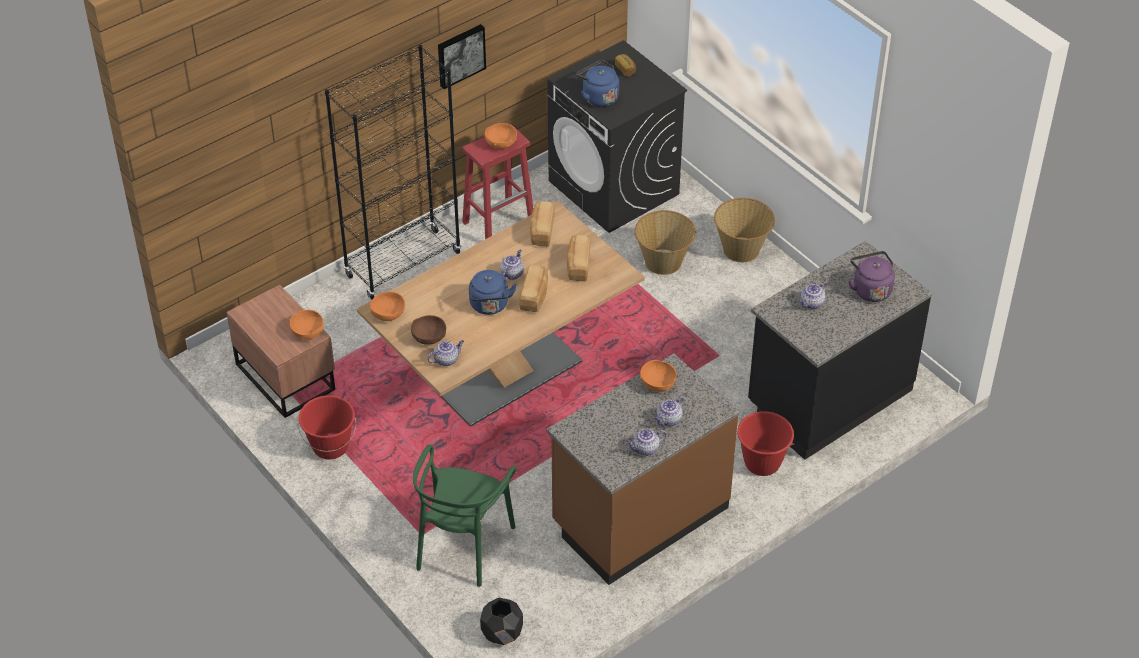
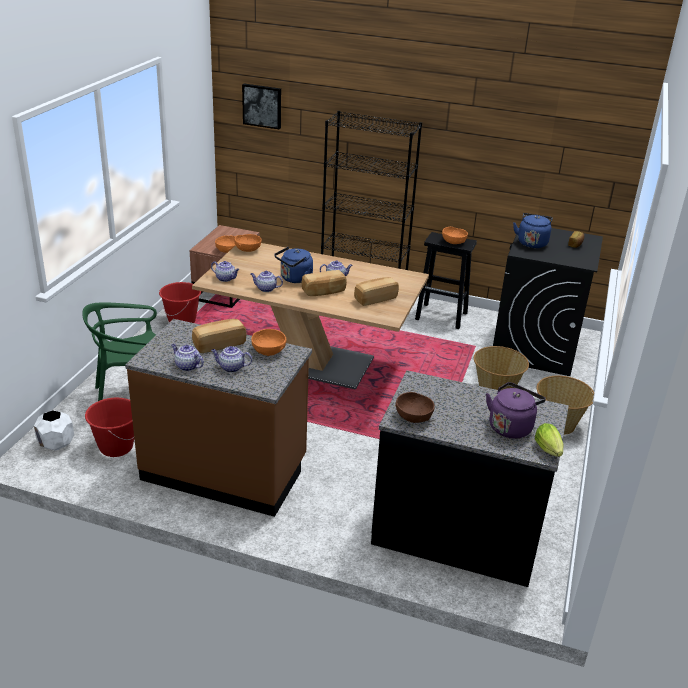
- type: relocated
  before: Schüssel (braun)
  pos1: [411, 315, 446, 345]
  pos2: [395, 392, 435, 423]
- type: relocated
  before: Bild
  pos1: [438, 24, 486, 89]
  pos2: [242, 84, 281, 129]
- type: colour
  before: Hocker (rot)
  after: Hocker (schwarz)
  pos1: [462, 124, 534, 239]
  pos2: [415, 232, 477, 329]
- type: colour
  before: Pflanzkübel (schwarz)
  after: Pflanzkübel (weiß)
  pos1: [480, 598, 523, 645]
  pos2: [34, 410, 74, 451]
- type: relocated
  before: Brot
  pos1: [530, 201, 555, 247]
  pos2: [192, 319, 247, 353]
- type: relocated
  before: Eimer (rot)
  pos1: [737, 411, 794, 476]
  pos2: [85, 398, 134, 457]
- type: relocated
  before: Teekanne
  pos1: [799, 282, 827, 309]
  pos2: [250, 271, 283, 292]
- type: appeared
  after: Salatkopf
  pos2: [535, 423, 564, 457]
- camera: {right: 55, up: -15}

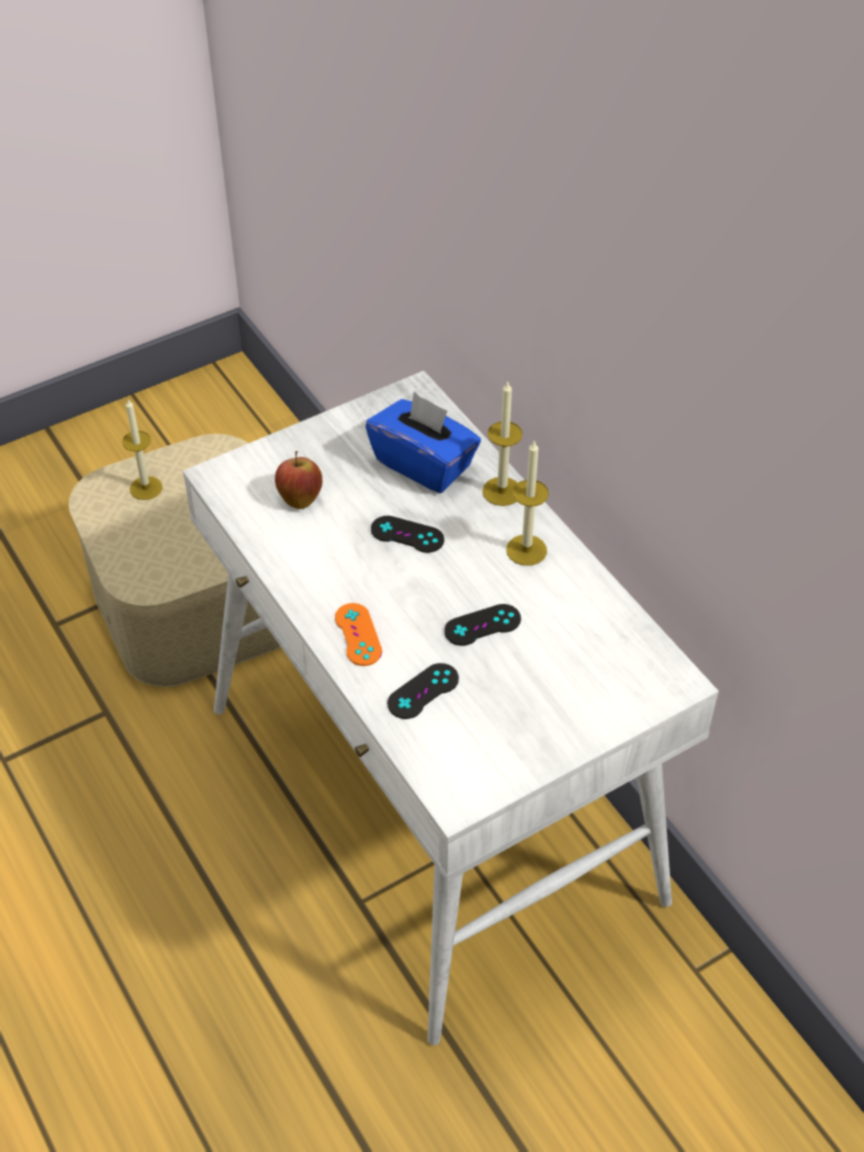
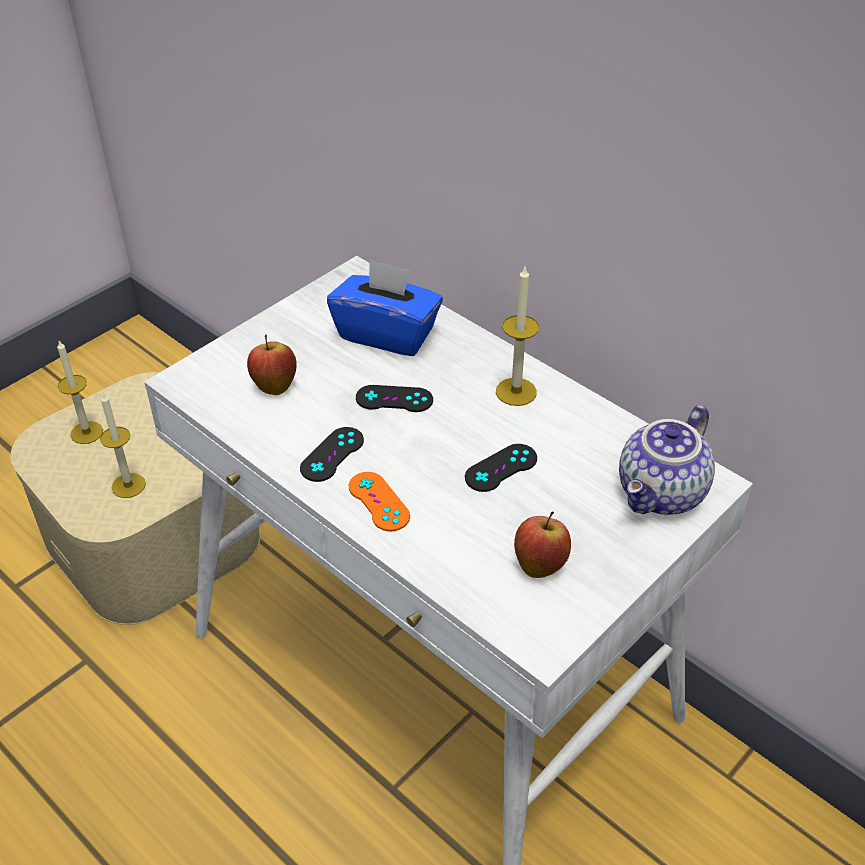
- type: relocated
  before: Gamepad (schwarz)
  pos1: [387, 663, 459, 719]
  pos2: [300, 427, 364, 482]
- type: relocated
  before: Kerze
  pos1: [482, 381, 523, 506]
  pos2: [100, 393, 146, 498]
- type: appeared
  after: Apfel
  pos2: [514, 512, 571, 578]
- type: appeared
  after: Teekanne
  pos2: [619, 405, 715, 515]
- camera: {right: -15, up: -5}

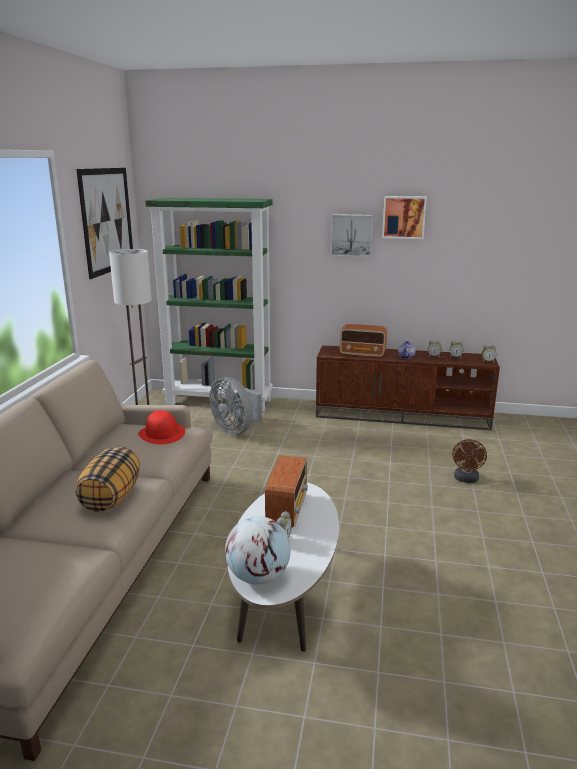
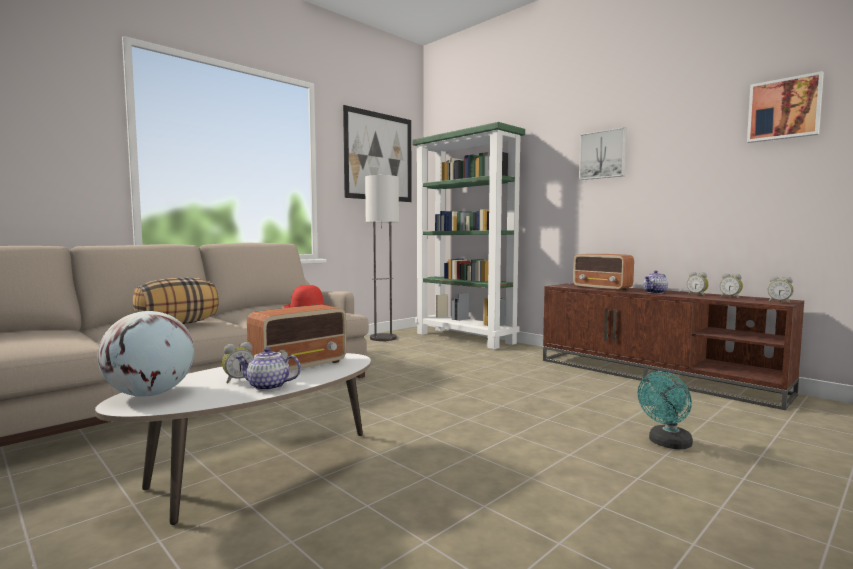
- type: missing
  before: Ventilator (grau)
  pos1: [210, 377, 262, 435]
- type: relocated
  before: Bild
  pos1: [382, 196, 427, 239]
  pos2: [747, 71, 824, 143]
- type: colour
  before: Ventilator (braun)
  after: Ventilator (türkis)
  pos1: [452, 439, 487, 483]
  pos2: [638, 371, 693, 449]
- type: appeared
  after: Teekanne
  pos2: [235, 347, 301, 391]
- camera: {right: 35, up: -15}

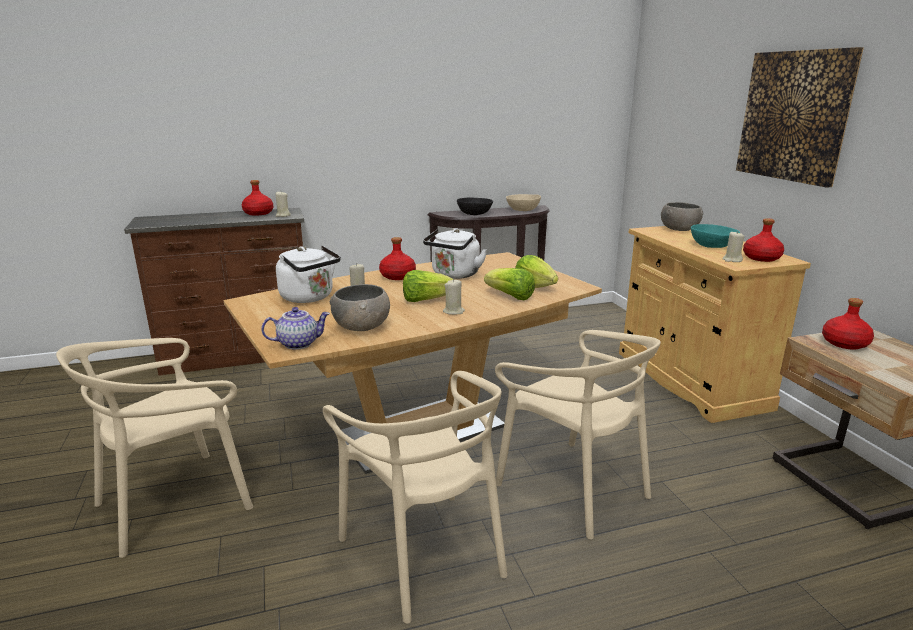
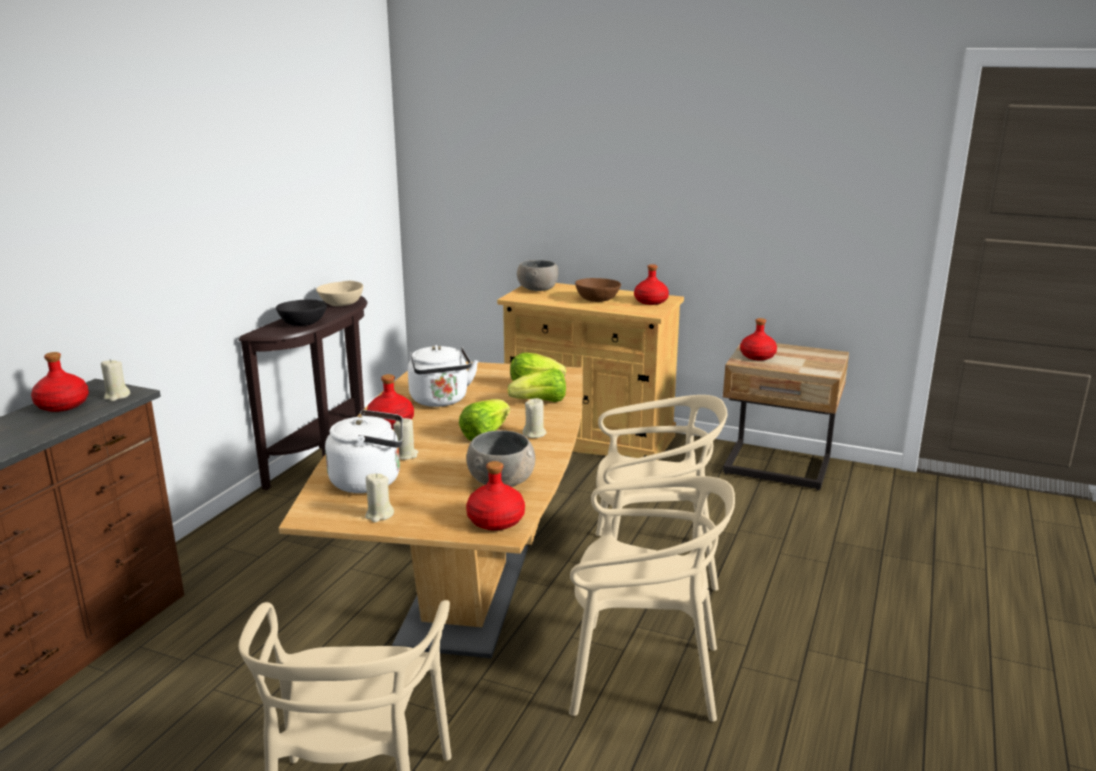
- type: exchanged
  before: Teekanne
  after: Flasche (rot)
  pos1: [261, 307, 330, 350]
  pos2: [466, 461, 525, 531]
- type: colour
  before: Schüssel (türkis)
  after: Schüssel (braun)
  pos1: [691, 224, 740, 248]
  pos2: [575, 278, 621, 302]
- type: relocated
  before: Kerze (beige)
  pos1: [722, 231, 745, 262]
  pos2: [365, 473, 394, 522]
- type: missing
  before: Bild
  pos1: [736, 47, 864, 188]
- camera: {right: -50, up: 0}

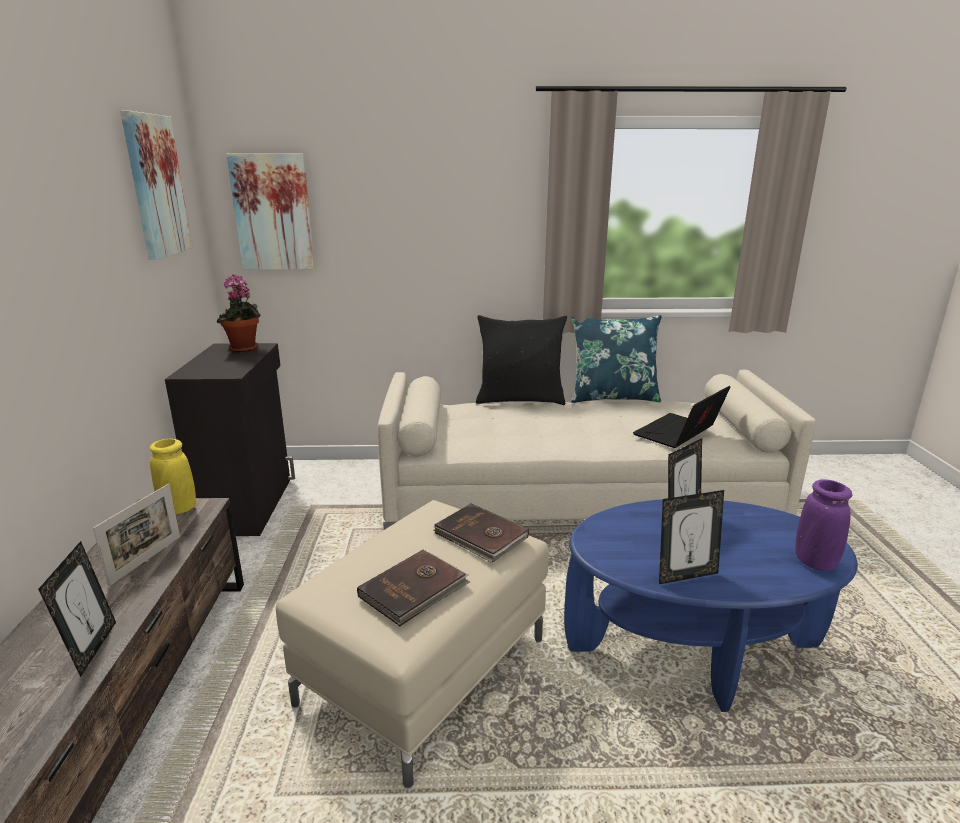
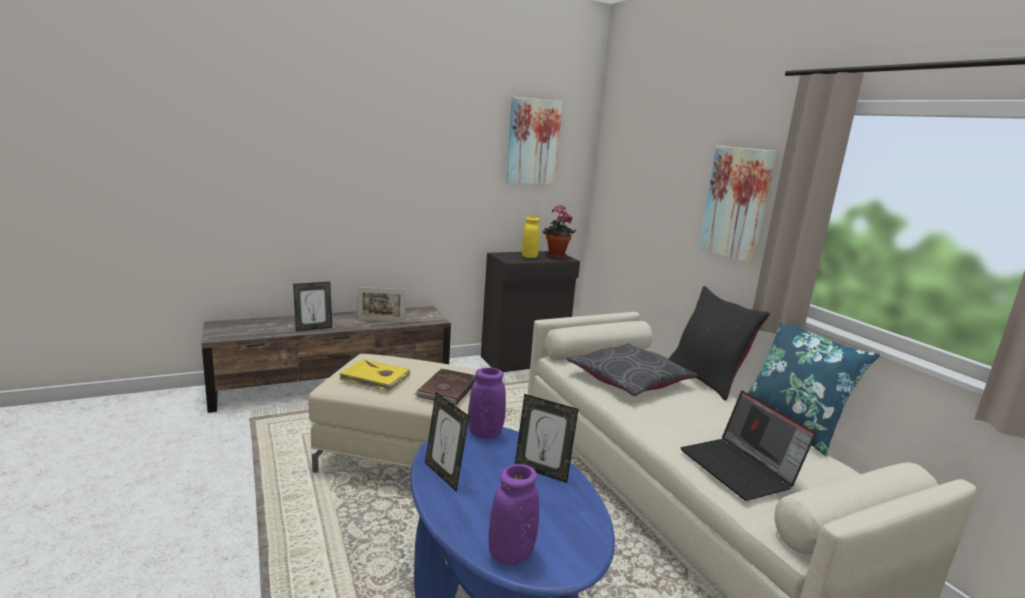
- type: relocated
  before: Vase (gelb)
  pos1: [150, 439, 196, 514]
  pos2: [522, 216, 540, 258]
- type: relocated
  before: Bild
  pos1: [227, 153, 315, 270]
  pos2: [699, 146, 777, 264]
- type: colour
  before: Buch (braun)
  after: Buch (gelb)
  pos1: [357, 549, 470, 626]
  pos2: [339, 359, 410, 391]
- type: spun
  before: Laptop
  pos1: [633, 386, 730, 448]
  pos2: [681, 391, 816, 501]
  turn: -135
- type: appeared
  after: Vase (lila)
  pos2: [468, 368, 506, 439]
- type: appeared
  after: Kissen (grau)
  pos2: [567, 343, 698, 396]
- camera: {right: 65, up: -5}

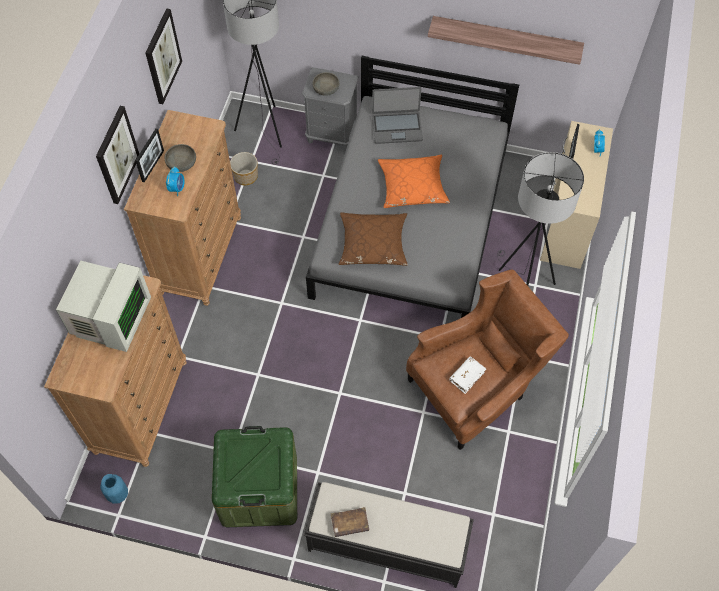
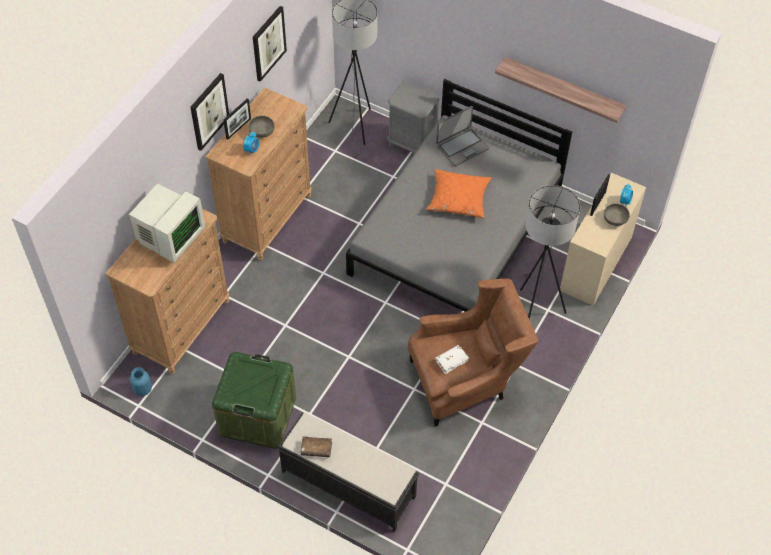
- type: missing
  before: Pflanzkübel
  pos1: [230, 152, 258, 185]
- type: relocated
  before: Schüssel (grau)
  pos1: [313, 72, 339, 96]
  pos2: [604, 203, 630, 226]
- type: missing
  before: Kissen (braun)
  pos1: [339, 212, 408, 266]
- type: spun
  before: Laptop
  pos1: [372, 87, 423, 144]
  pos2: [436, 106, 489, 166]
  turn: -45
- camera: {right: 15, up: -5}

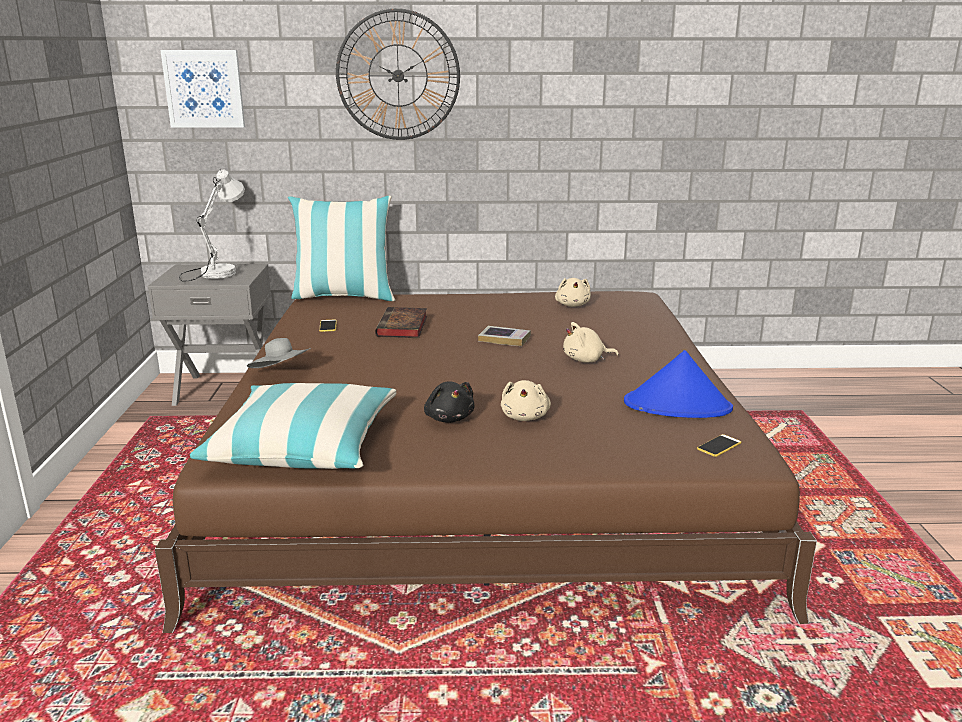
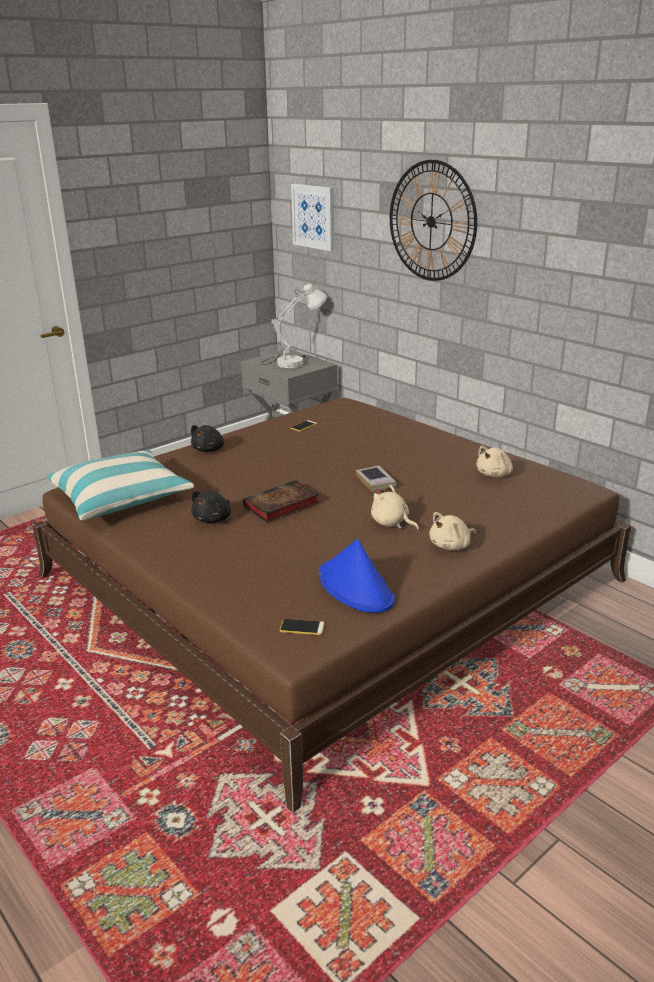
- type: exchanged
  before: Hut (grau)
  after: Plüschtier (schwarz)
  pos1: [247, 338, 311, 368]
  pos2: [191, 425, 224, 452]
- type: missing
  before: Kissen
  pos1: [288, 196, 395, 301]
- type: relocated
  before: Buch
  pos1: [375, 307, 427, 338]
  pos2: [243, 480, 319, 522]
- type: relocated
  before: Plüschtier (beige)
  pos1: [501, 380, 551, 421]
  pos2: [429, 512, 476, 550]
- camera: {right: 50, up: 5}

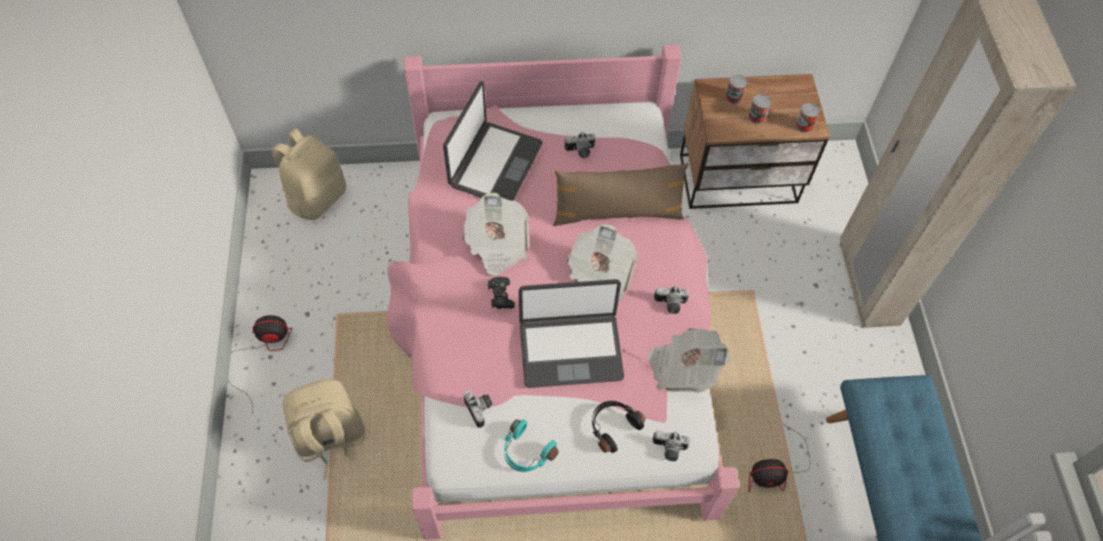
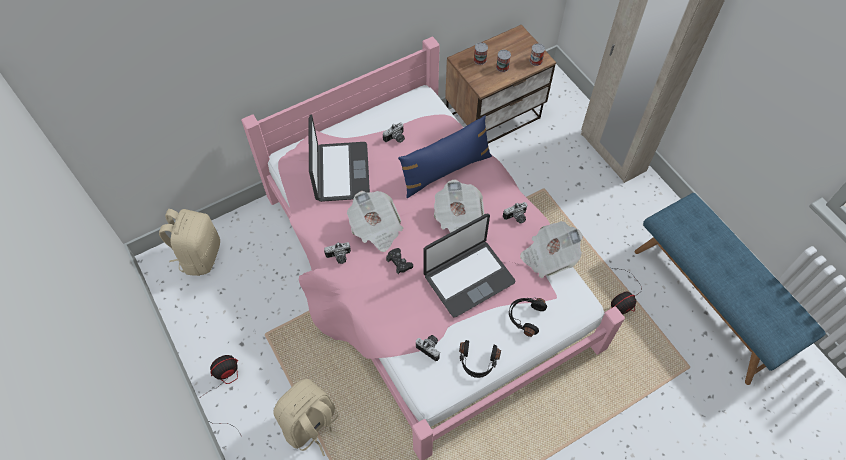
- type: colour
  before: Kopfhörer (türkis)
  after: Kopfhörer (schwarz)
  pos1: [504, 419, 559, 472]
  pos2: [459, 340, 501, 378]
- type: colour
  before: Kissen (braun)
  after: Kissen (blau)
  pos1: [554, 163, 689, 226]
  pos2: [398, 115, 492, 198]
- type: relocated
  before: Kamera
  pos1: [653, 431, 690, 461]
  pos2: [324, 242, 351, 264]
- camera: {right: -25, up: 0}

